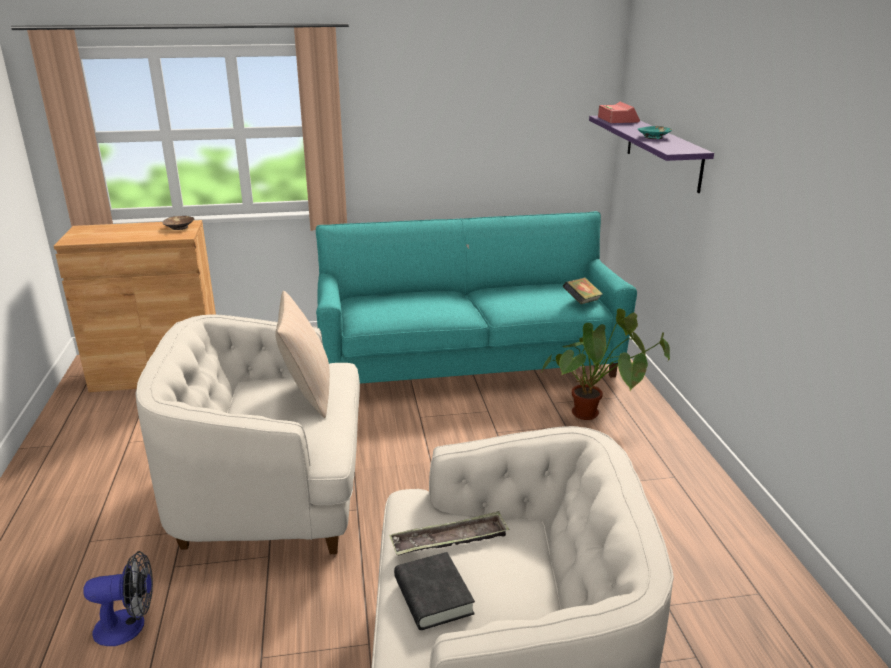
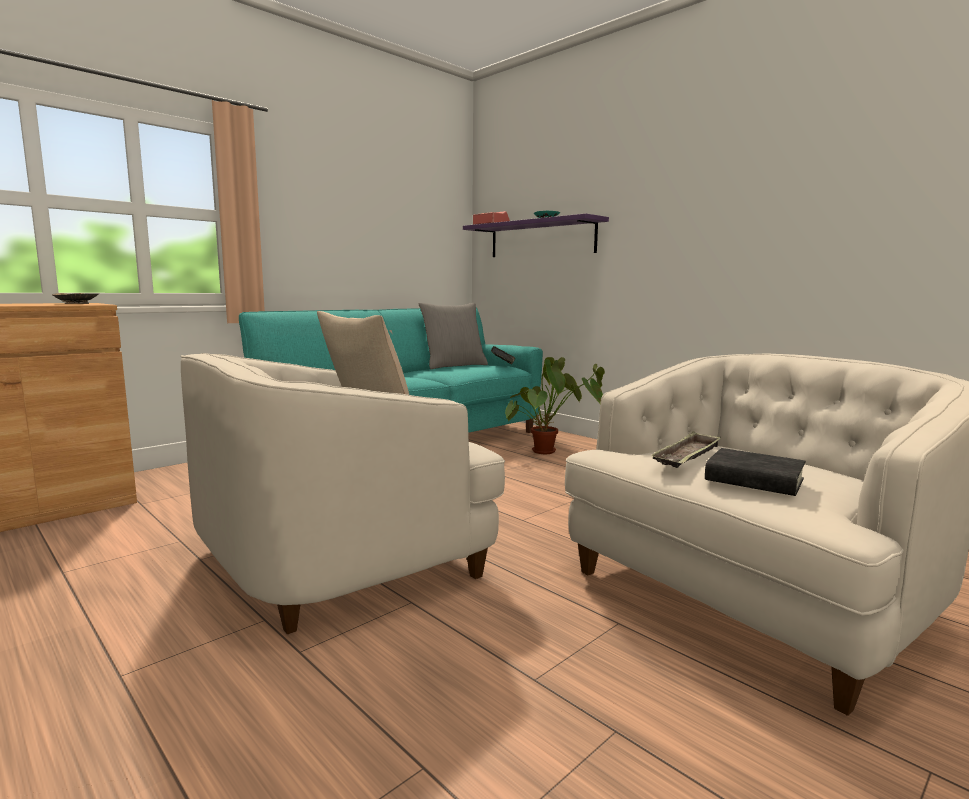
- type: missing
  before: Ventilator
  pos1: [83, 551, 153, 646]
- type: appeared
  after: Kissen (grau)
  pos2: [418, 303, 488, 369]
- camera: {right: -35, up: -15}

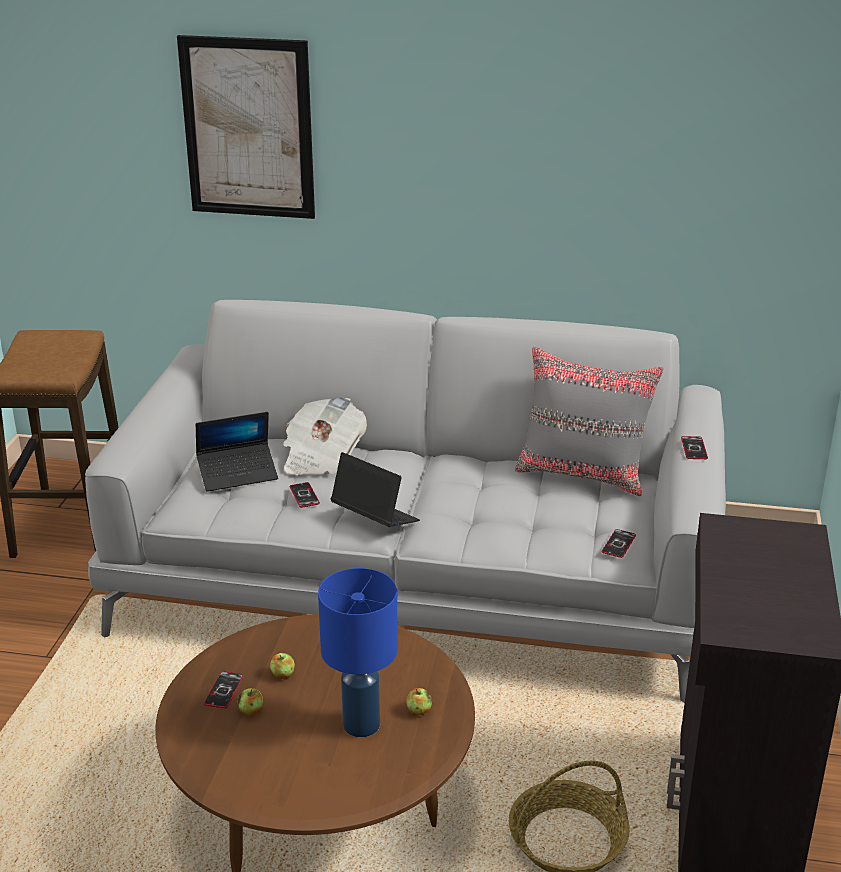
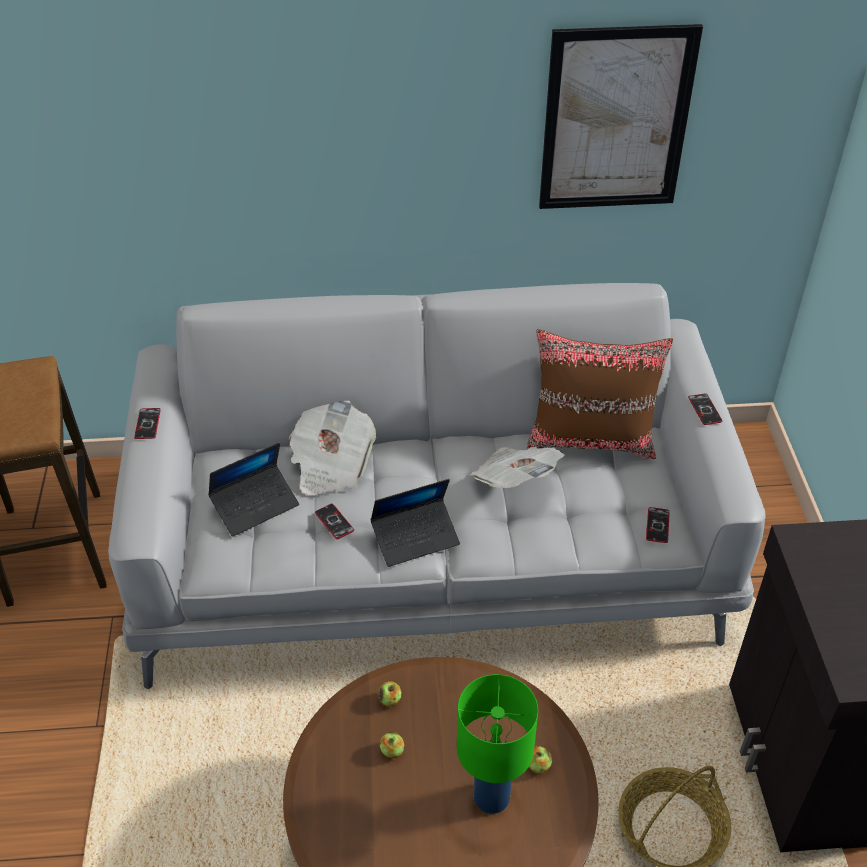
- type: relocated
  before: Bild
  pos1: [177, 35, 315, 219]
  pos2: [539, 24, 703, 209]
- type: relocated
  before: Handy
  pos1: [204, 671, 244, 708]
  pos2: [134, 408, 161, 439]
- type: relocated
  before: Apfel
  pos1: [237, 688, 263, 715]
  pos2: [377, 681, 401, 707]
- type: colour
  before: Tischlampe (blau)
  after: Tischlampe (grün)
  pos1: [318, 568, 398, 737]
  pos2: [457, 674, 538, 814]
- type: spun
  before: Laptop
  pos1: [331, 452, 420, 527]
  pos2: [370, 479, 460, 567]
  turn: 135
- type: colour
  before: Kissen (grau)
  after: Kissen (braun)
  pos1: [515, 347, 664, 496]
  pos2: [527, 329, 673, 459]
- type: appeared
  after: Zeitung
  pos2: [470, 447, 565, 488]
- camera: {right: -15, up: 15}

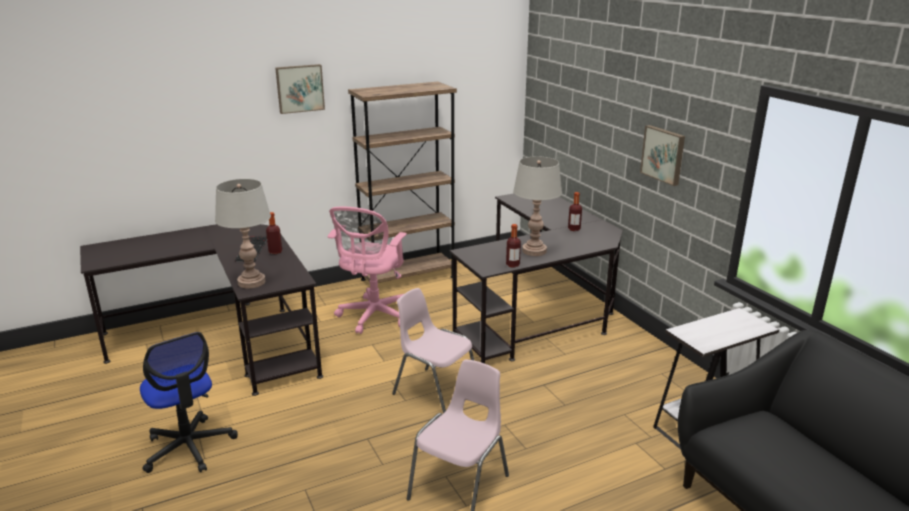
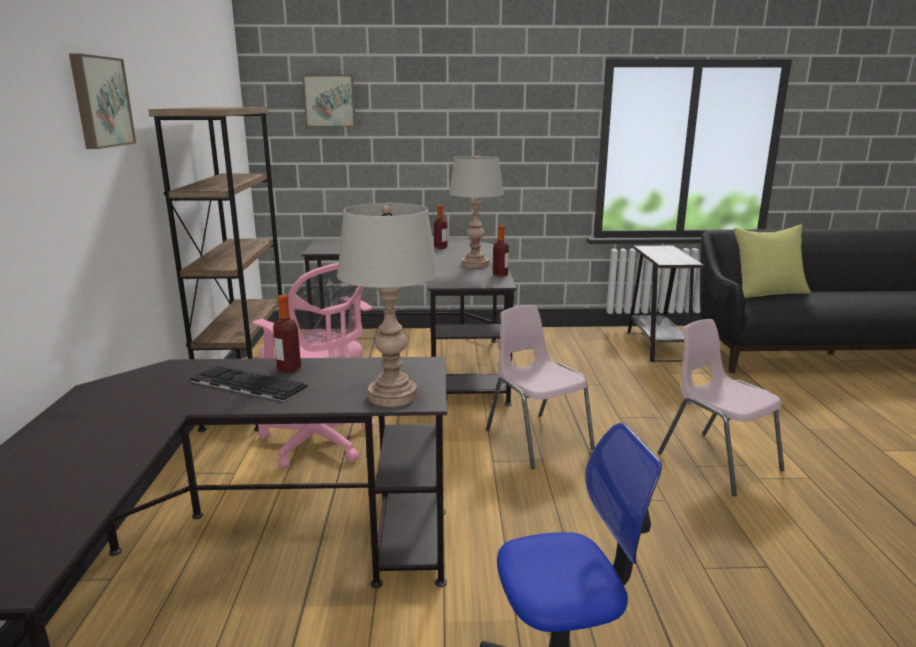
- type: spun
  before: Stuhl (rosa)
  pos1: [392, 288, 474, 413]
  pos2: [486, 305, 595, 469]
  turn: 90
- type: relocated
  before: Bild
  pos1: [640, 125, 685, 186]
  pos2: [302, 75, 356, 127]
- type: appeared
  after: Kissen (gelb)
  pos2: [734, 224, 811, 298]
- camera: {right: -65, up: -5}

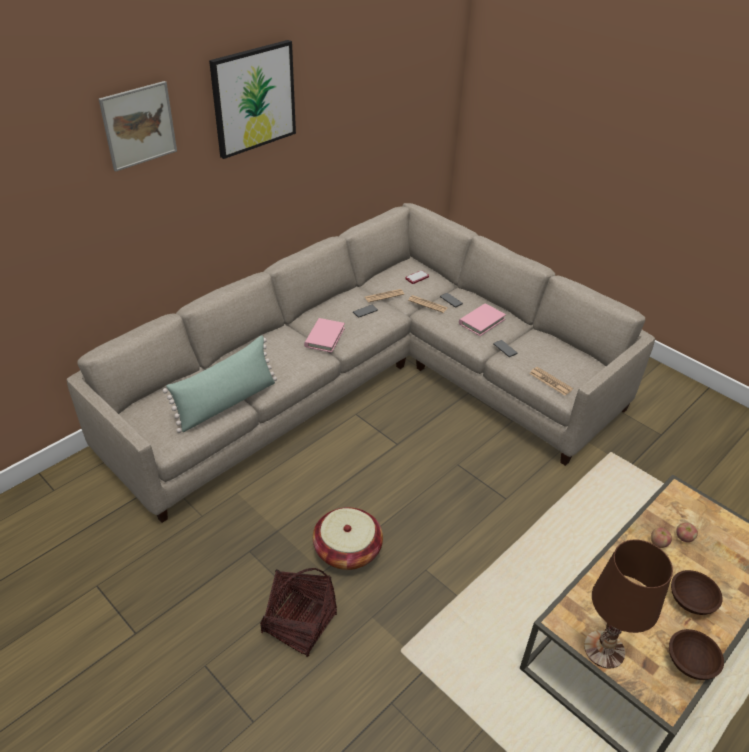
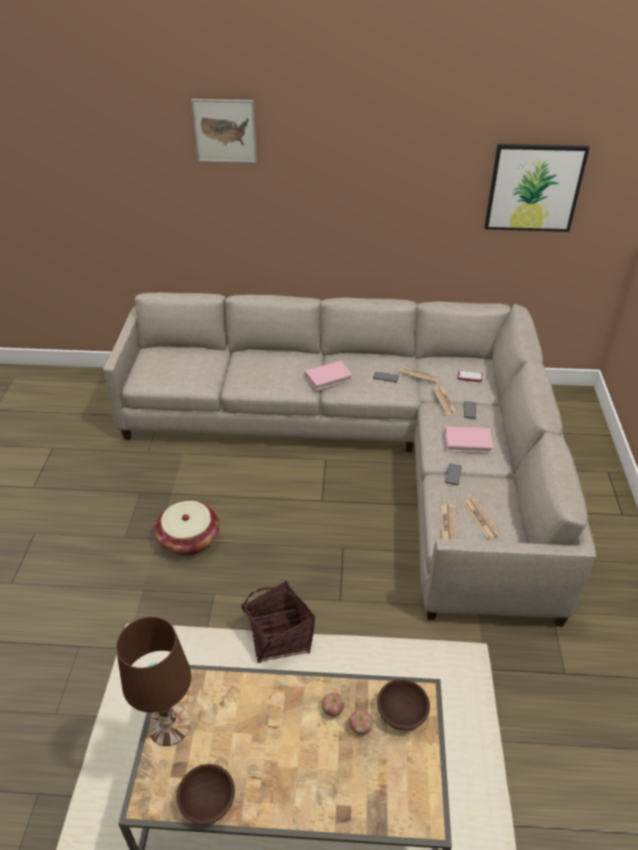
- type: missing
  before: Kissen (grün)
  pos1: [162, 335, 277, 433]
- type: relocated
  before: Bild
  pos1: [209, 40, 296, 159]
  pos2: [485, 144, 589, 232]
- type: relocated
  before: Korb
  pos1: [260, 568, 337, 657]
  pos2: [241, 580, 315, 663]
- type: relocated
  before: Schüssel (braun)
  pos1: [671, 570, 722, 615]
  pos2: [377, 679, 430, 730]
- type: appeared
  after: Zeitung
  pos2: [463, 499, 501, 539]
- camera: {right: 50, up: 0}

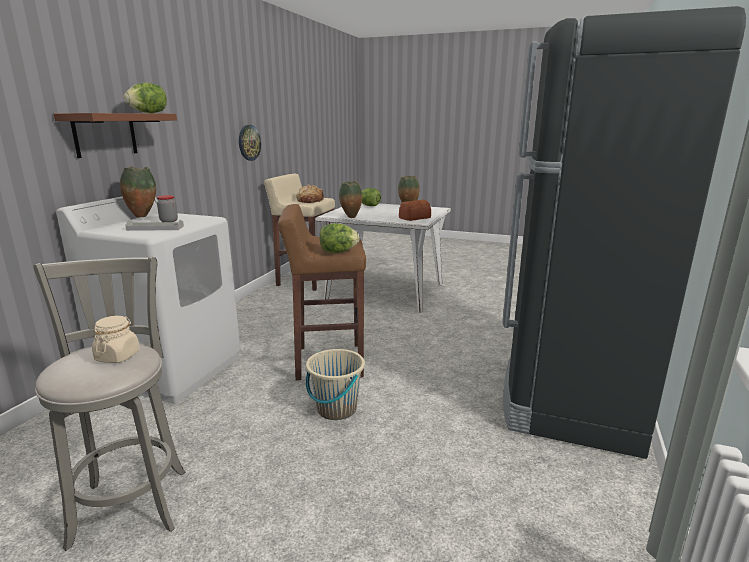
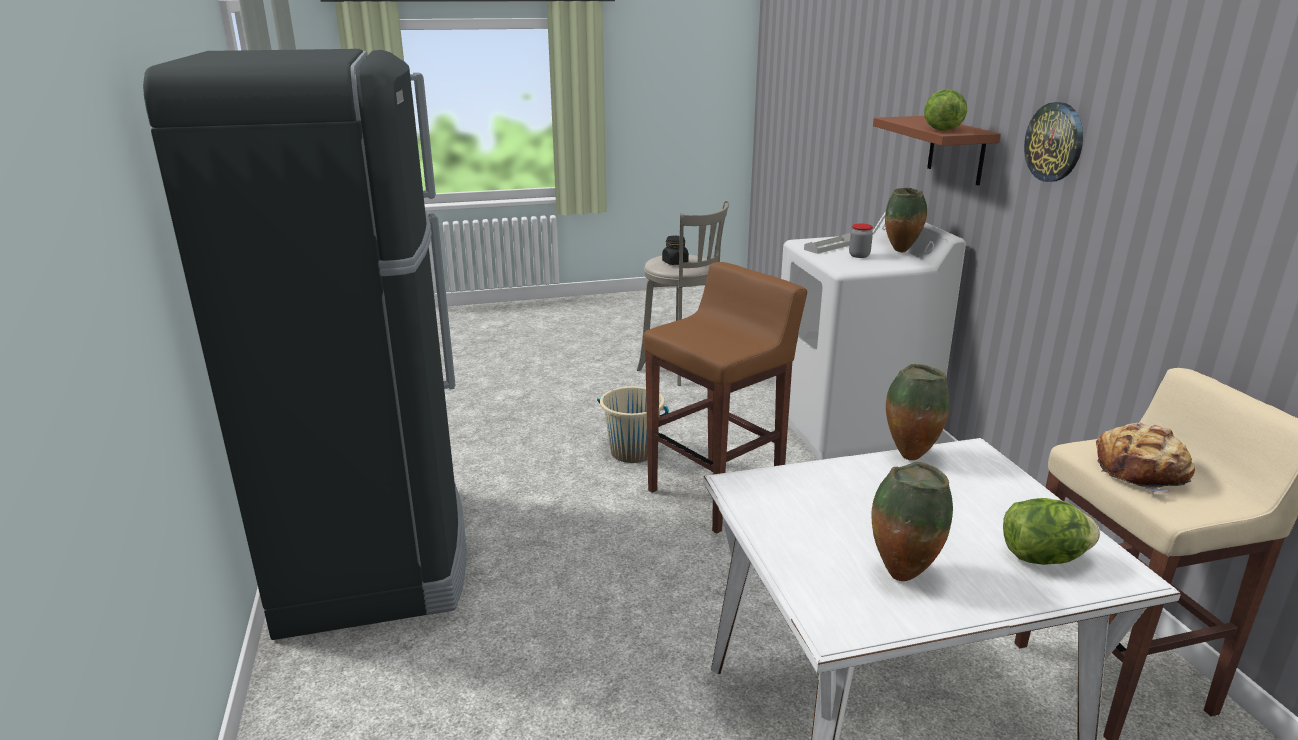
- type: colour
  before: Vorratsglas (beige)
  after: Vorratsglas (schwarz)
  pos1: [92, 316, 140, 363]
  pos2: [662, 236, 689, 265]
- type: relocated
  before: Wanduhr
  pos1: [239, 125, 261, 161]
  pos2: [1024, 102, 1083, 182]
- type: missing
  before: Salatkopf
  pos1: [319, 223, 360, 253]
- type: missing
  before: Brot
  pos1: [399, 199, 431, 221]
- camera: {right: 145, up: 5}

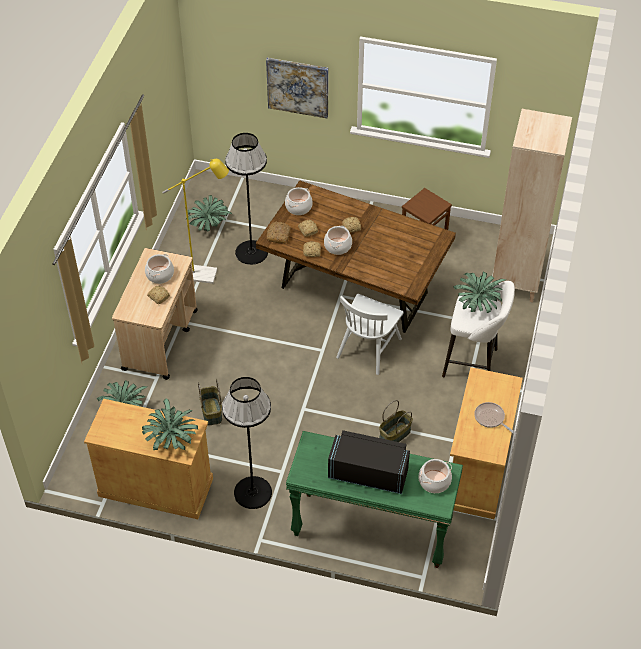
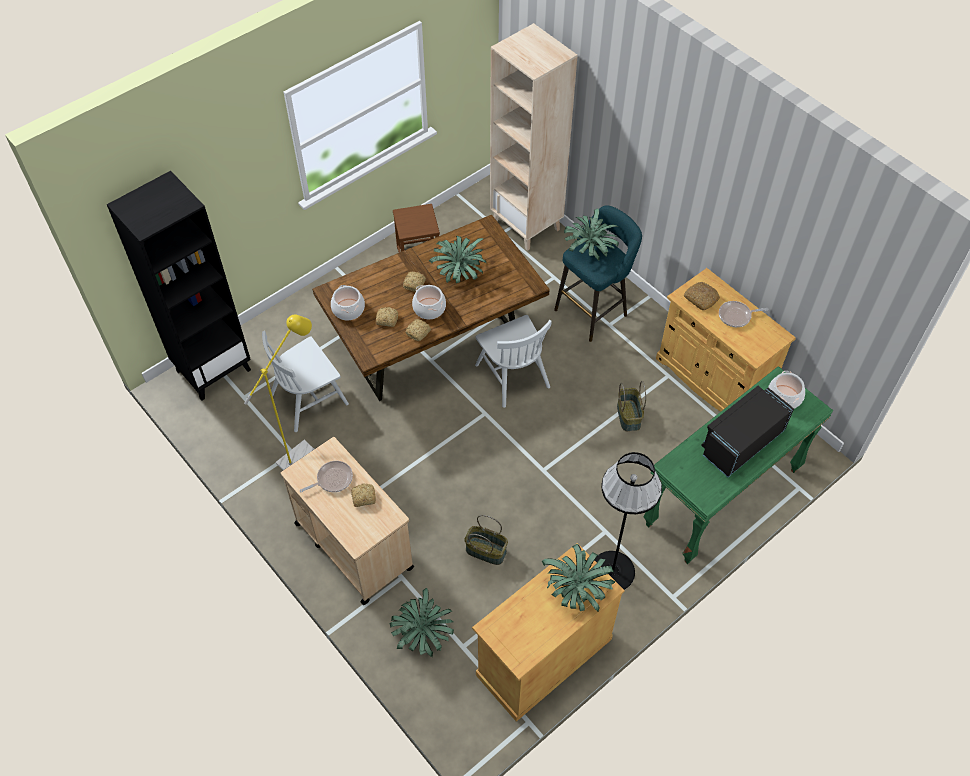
- type: exchanged
  before: Kochtopf
  after: Pfanne
  pos1: [145, 254, 174, 284]
  pos2: [300, 461, 353, 492]
- type: relocated
  before: Topfpflanze
  pos1: [186, 195, 232, 232]
  pos2: [429, 236, 486, 283]
- type: exchanged
  before: Stehlampe (schwarz)
  after: Stuhl (weiß)
  pos1: [225, 133, 268, 265]
  pos2: [262, 331, 349, 432]
- type: missing
  before: Bild
  pos1: [266, 58, 329, 118]
- type: relocated
  before: Brot
  pos1: [267, 221, 291, 244]
  pos2: [684, 282, 720, 310]
- type: colour
  before: Hocker (weiß)
  after: Hocker (türkis)
  pos1: [442, 281, 515, 377]
  pos2: [554, 205, 642, 342]
- type: appeared
  after: Bücherregal (schwarz)
  pos2: [107, 171, 251, 401]
- camera: {right: -55, up: 5}

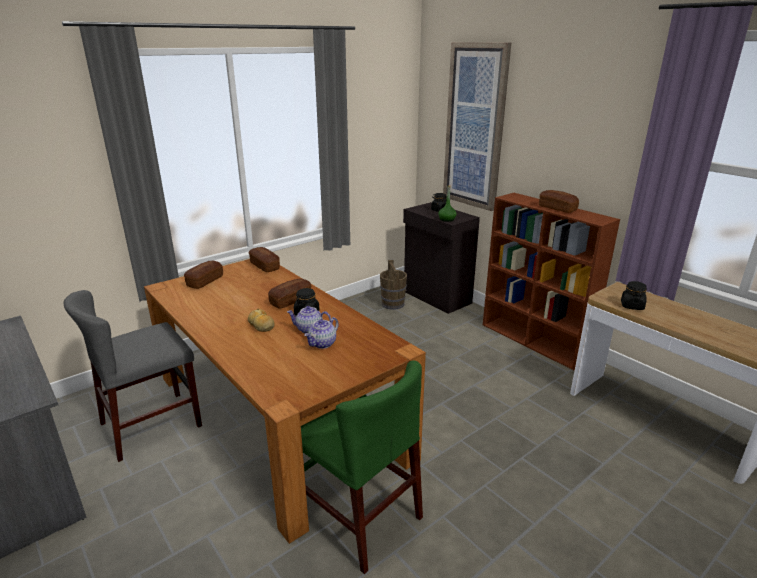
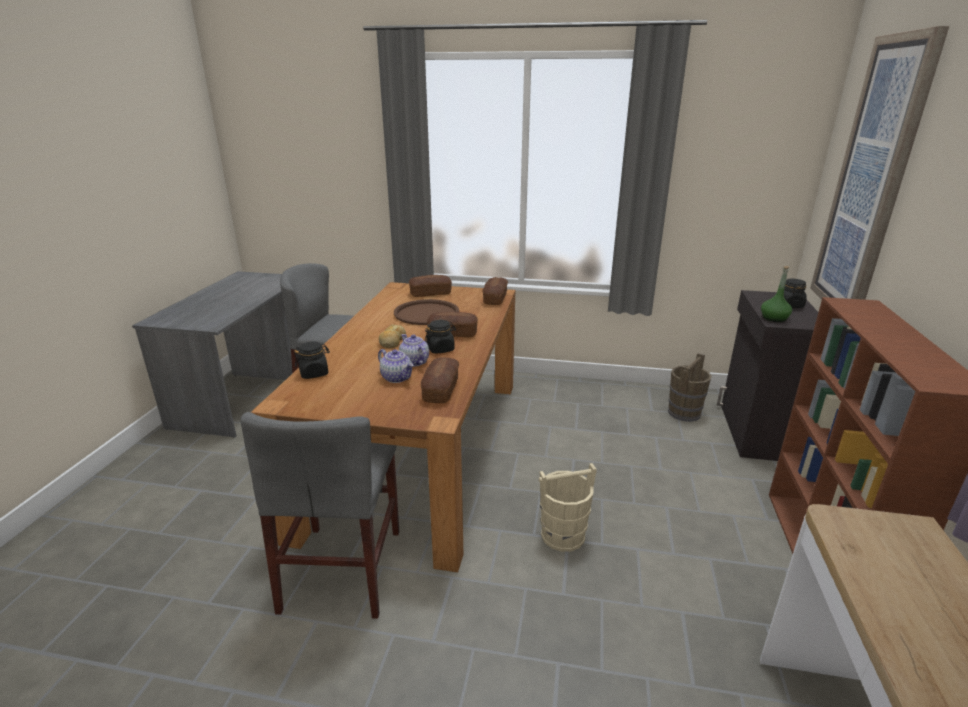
- type: colour
  before: Stuhl (grün)
  after: Stuhl (grau)
  pos1: [301, 360, 423, 574]
  pos2: [240, 412, 399, 619]
- type: spun
  before: Teekanne
  pos1: [304, 317, 339, 349]
  pos2: [378, 349, 414, 383]
  turn: -135
- type: relocated
  before: Brot
  pos1: [539, 190, 579, 213]
  pos2: [421, 357, 459, 403]
- type: relocated
  before: Vorratsglas (schwarz)
  pos1: [621, 281, 647, 310]
  pos2: [294, 341, 330, 379]
- type: appeared
  after: Tablett (braun)
  pos2: [394, 299, 459, 325]
- type: appeared
  after: Eimer (beige)
  pos2: [539, 463, 597, 552]
- camera: {right: 50, up: 0}

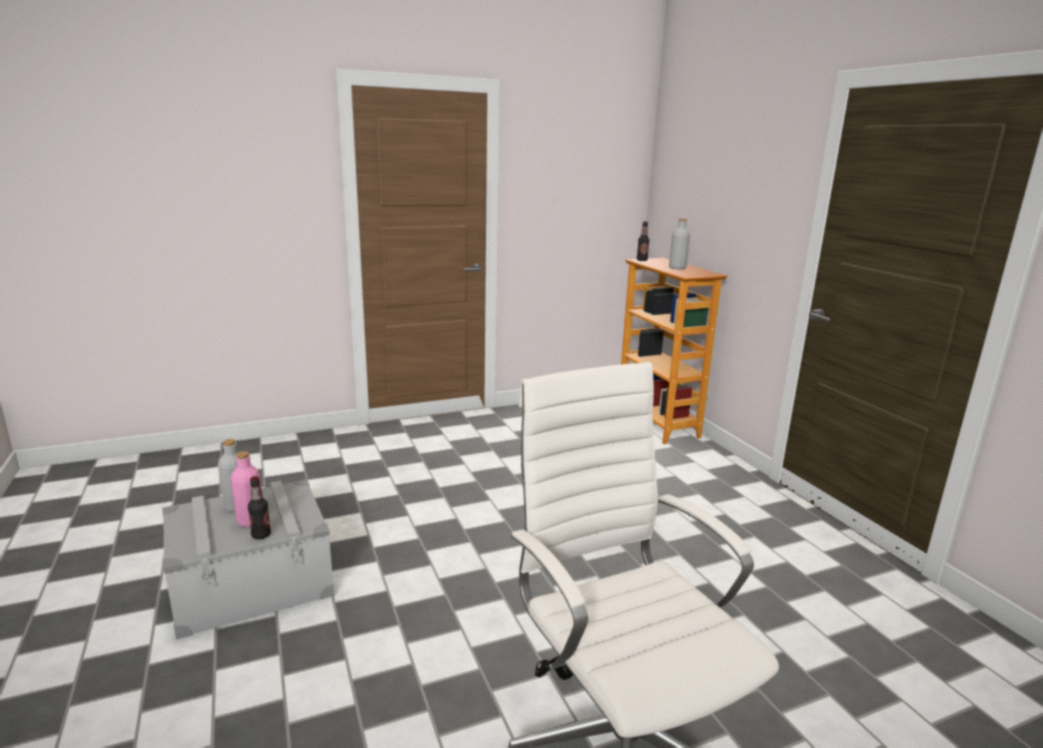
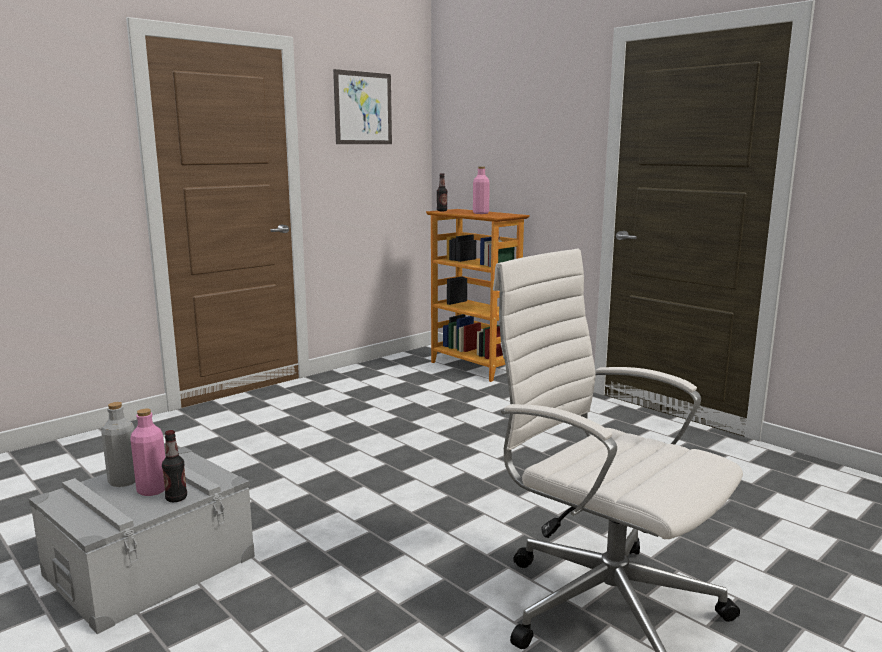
- type: colour
  before: Flasche (grau)
  after: Flasche (rosa)
  pos1: [669, 218, 690, 270]
  pos2: [473, 166, 490, 214]
- type: appeared
  after: Bild
  pos2: [333, 69, 392, 144]
- camera: {right: -20, up: -5}

